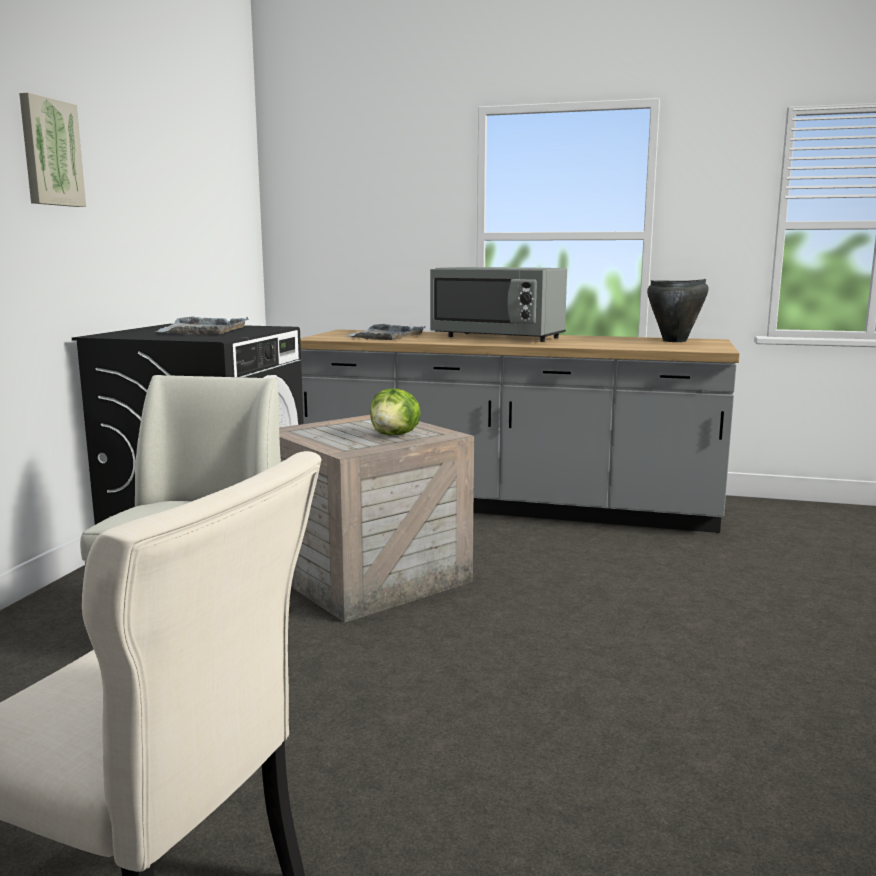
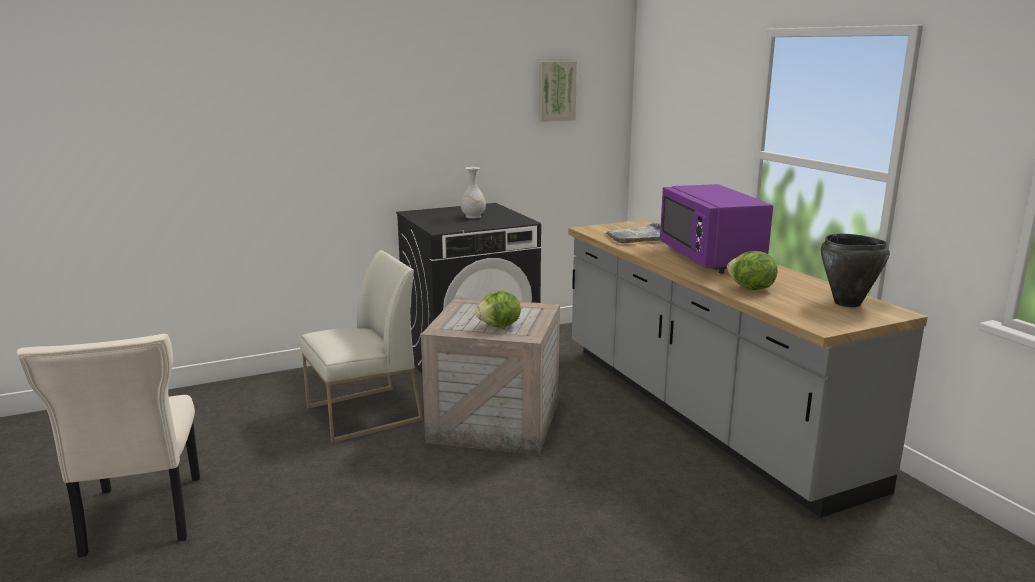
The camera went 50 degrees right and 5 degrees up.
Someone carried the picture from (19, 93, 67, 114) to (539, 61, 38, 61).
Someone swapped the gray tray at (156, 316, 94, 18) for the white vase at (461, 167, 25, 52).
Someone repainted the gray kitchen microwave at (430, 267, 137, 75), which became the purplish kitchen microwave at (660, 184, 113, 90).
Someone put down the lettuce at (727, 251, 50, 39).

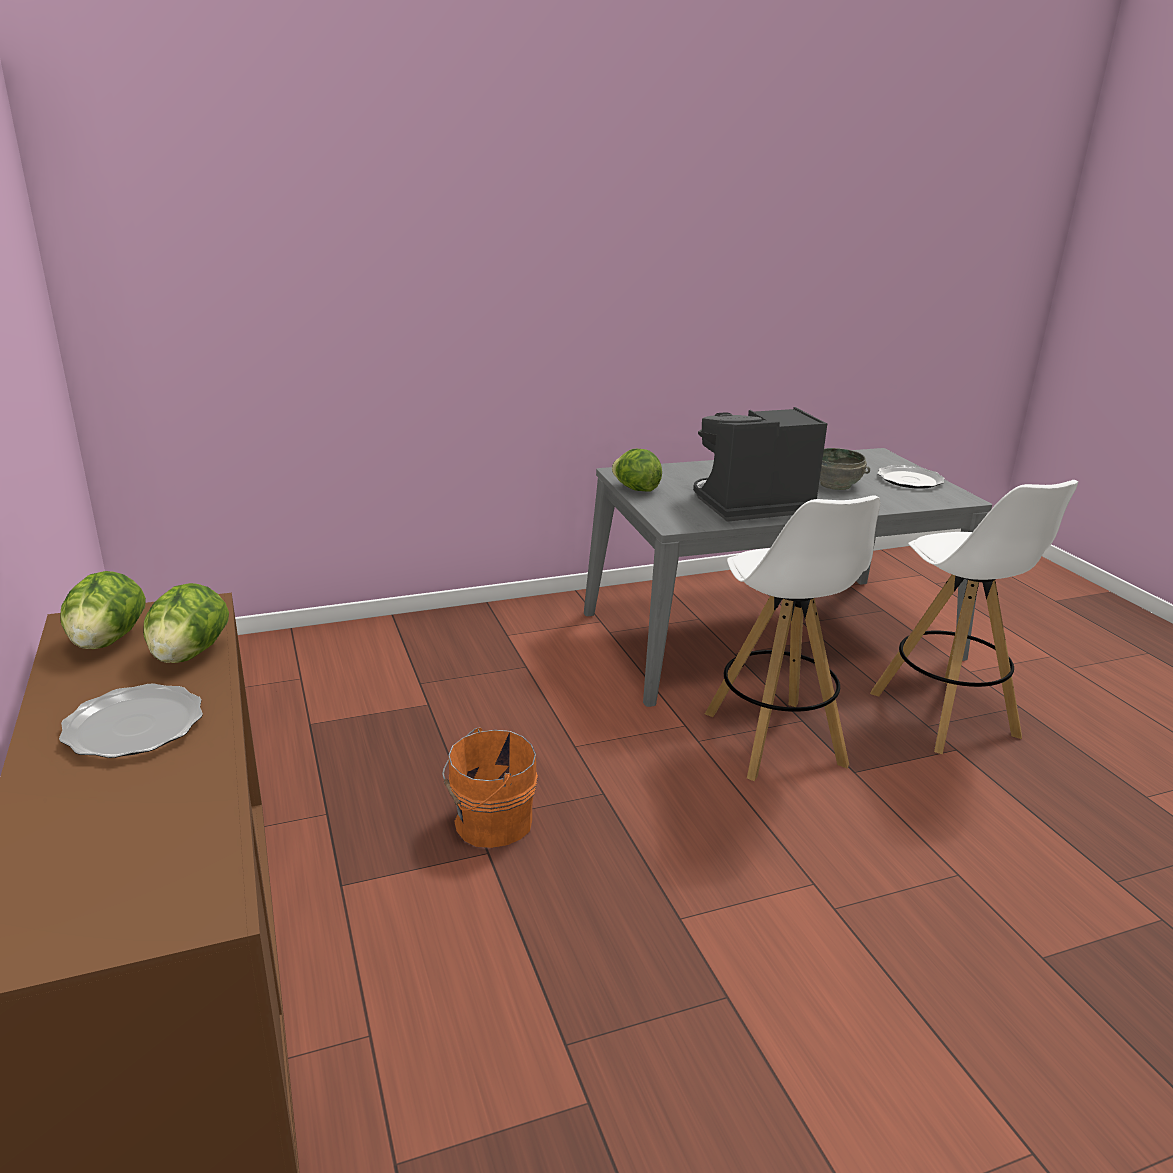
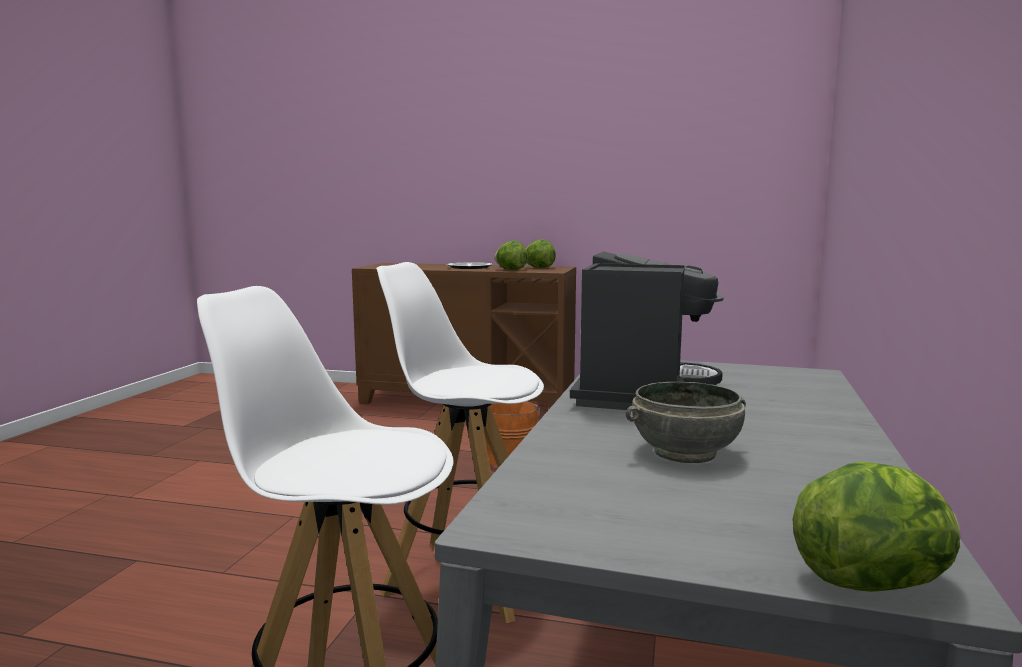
The camera went 125 degrees right and 15 degrees down.
Someone carried the lettuce from (612, 449, 50, 43) to (792, 461, 168, 131).
Someone took away the plate at (877, 465, 68, 24).

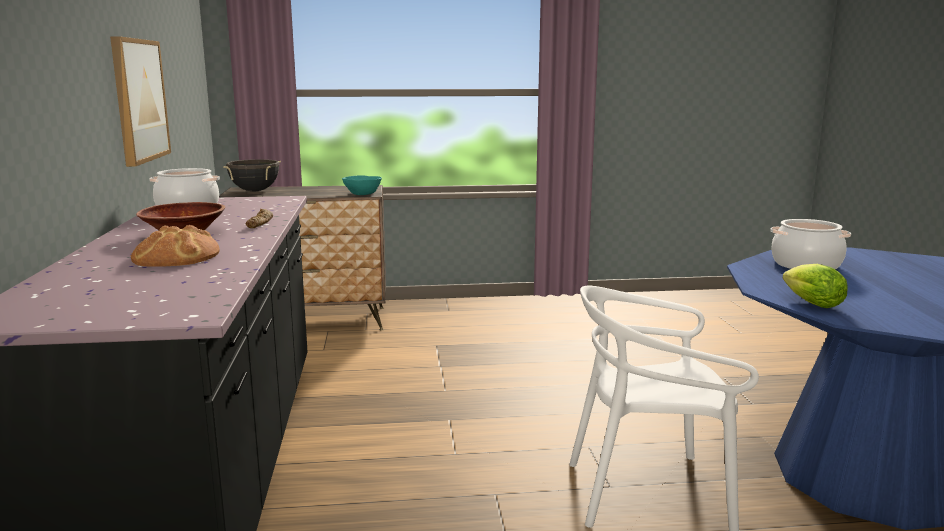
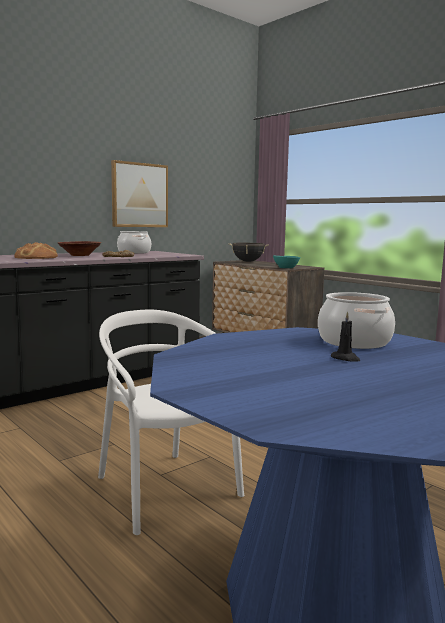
The camera went 55 degrees right and 5 degrees down.
Someone took away the lettuce at (783, 264, 65, 44).
Someone put down the black wax candle at (331, 312, 29, 50).

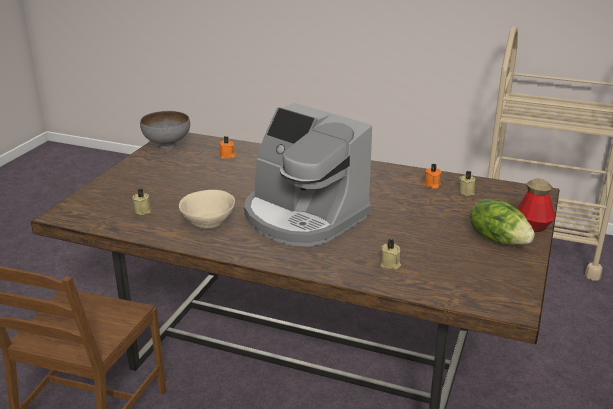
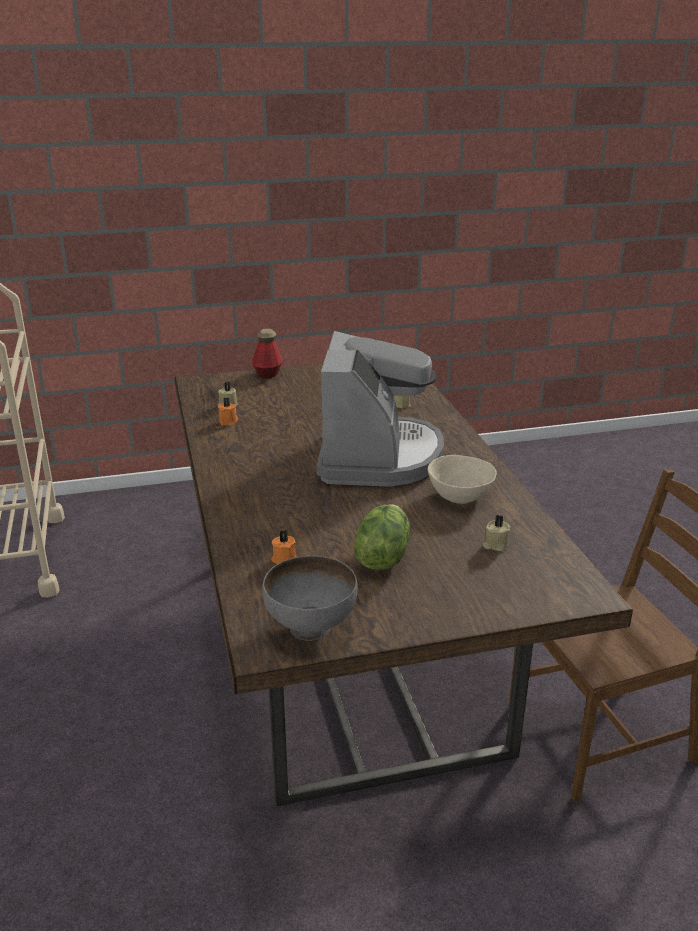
The camera went 125 degrees left and 0 degrees up.
Someone carried the lettuce from (470, 199, 65, 46) to (354, 505, 56, 65).

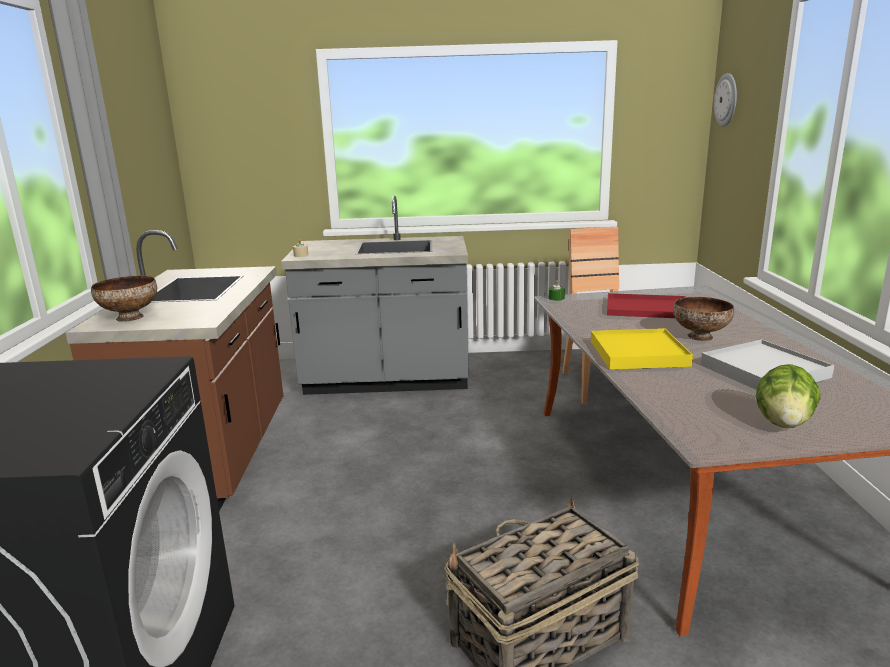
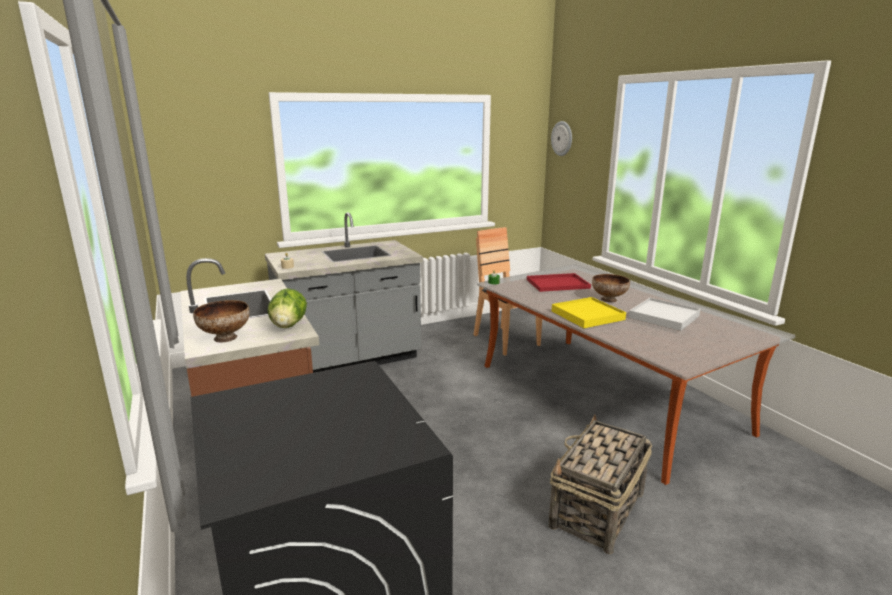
The camera went 25 degrees left and 0 degrees up.
Someone carried the lettuce from (756, 364, 65, 64) to (267, 288, 40, 40).

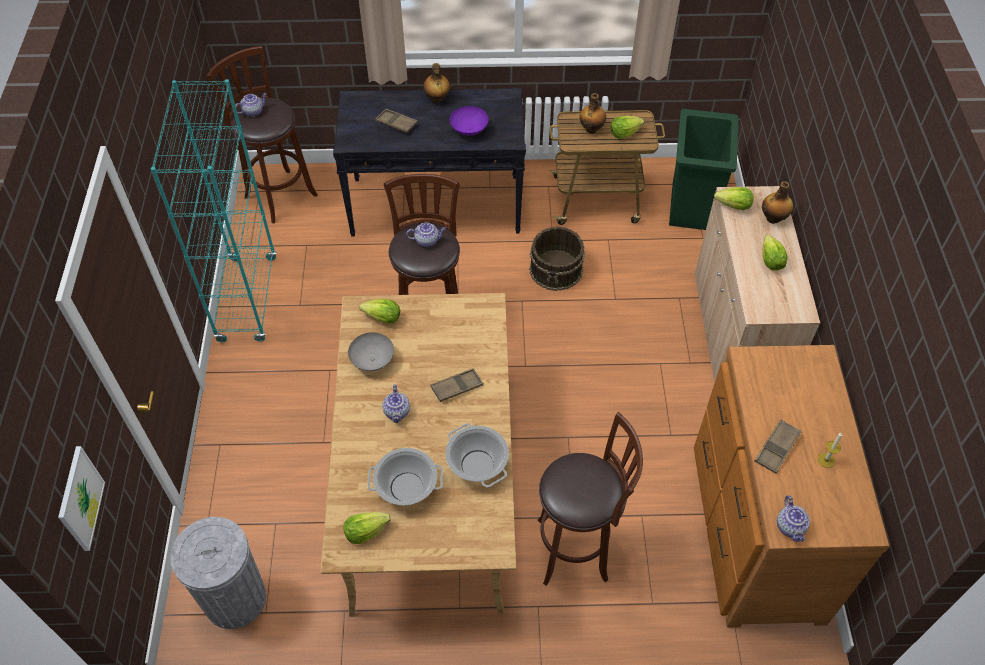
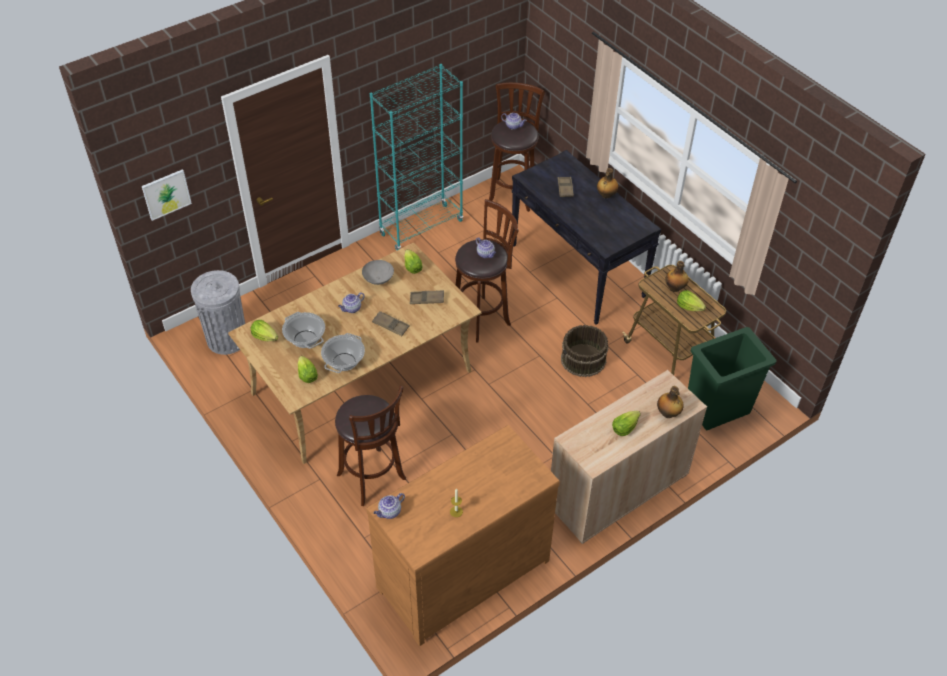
The camera went 55 degrees right and 5 degrees down.
Someone took away the purplish deep dish at (450, 106, 39, 30).
Someone carried the lettuce from (714, 187, 40, 23) to (298, 356, 20, 27).
Someone carried the brownish tray from (755, 419, 47, 55) to (410, 290, 34, 14).

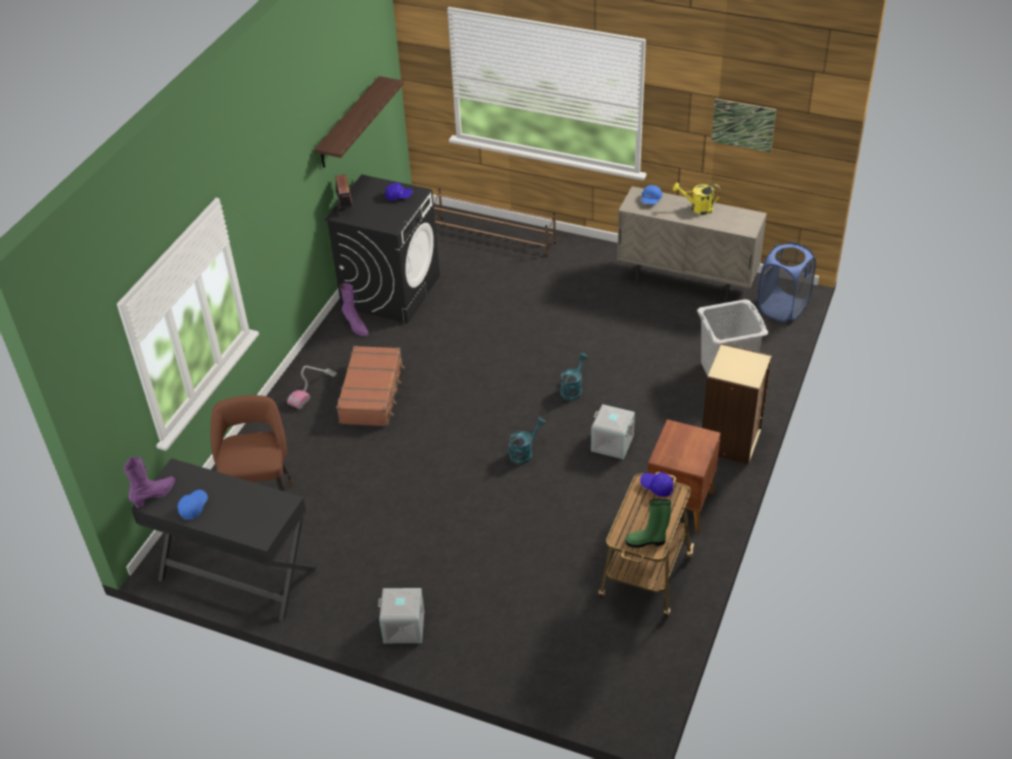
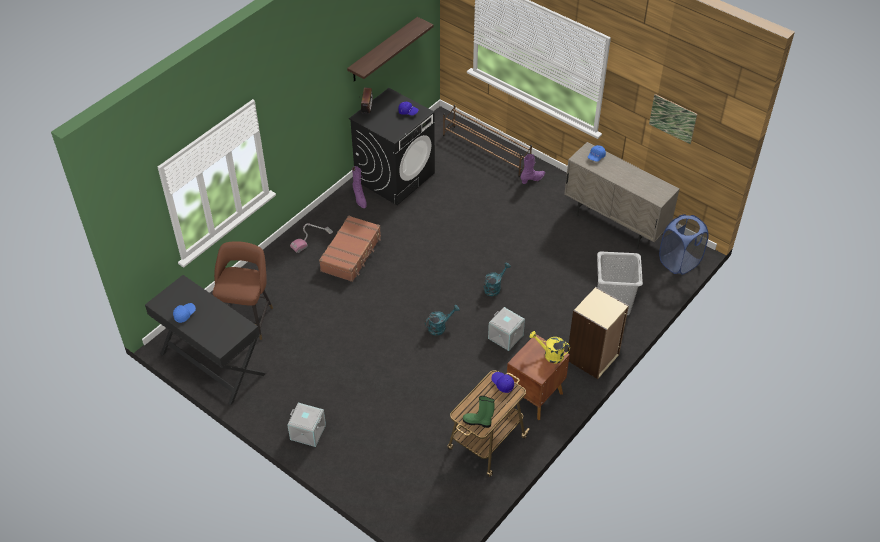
The camera went 15 degrees right and 5 degrees up.
Someone carried the purplish high-top boot from (124, 456, 51, 52) to (520, 154, 25, 30).
Someone carried the yellowish sprinkling can from (673, 183, 48, 32) to (530, 331, 40, 32).

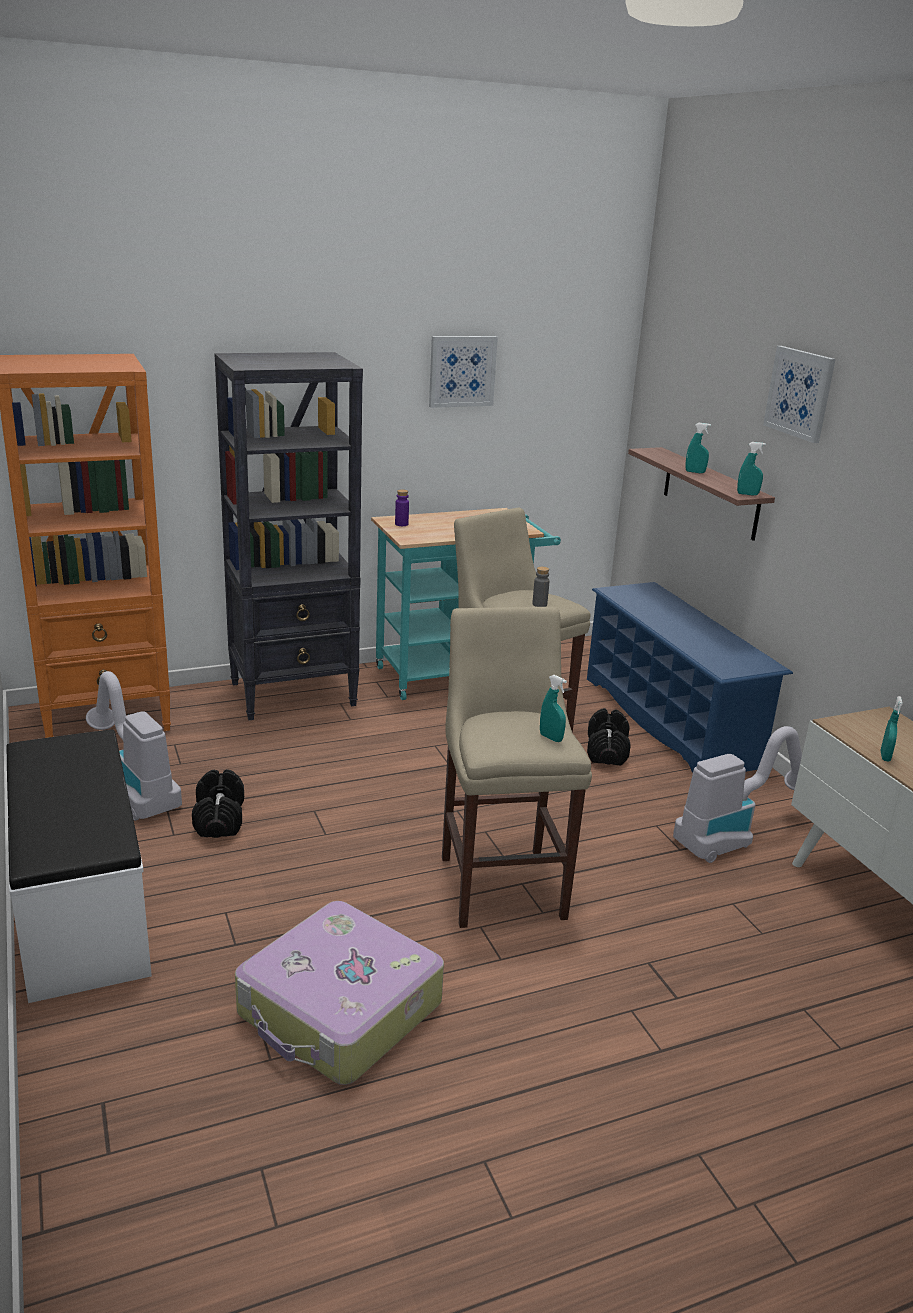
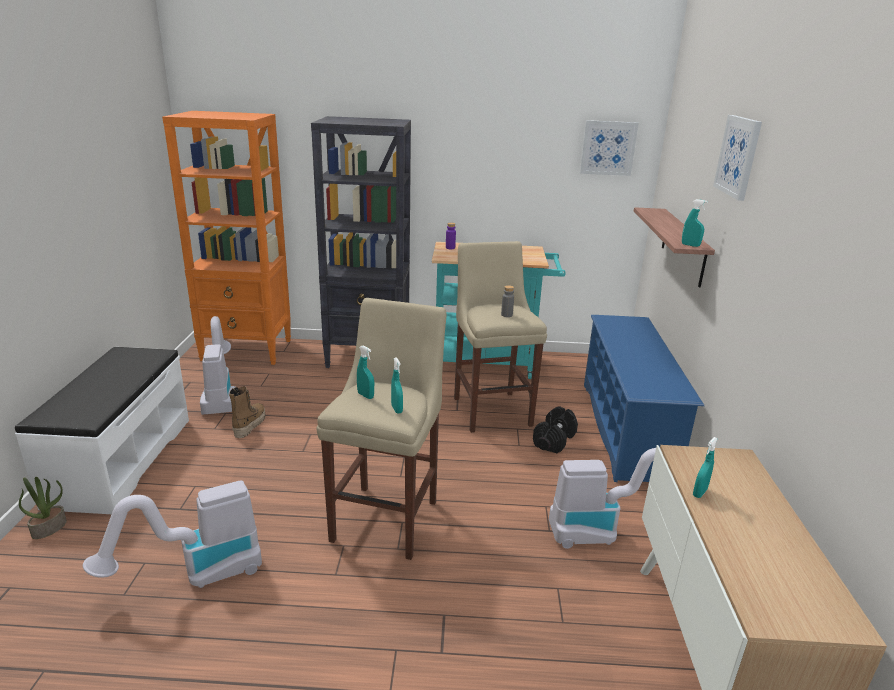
The camera went 25 degrees right and 0 degrees up.
Someone swapped the black hand weight at (192, 769, 52, 69) for the high-top boot at (229, 386, 36, 52).
Someone swapped the travel case at (235, 901, 209, 184) for the hoover at (83, 480, 179, 108).
Someone carried the picture from (429, 336, 69, 72) to (580, 120, 59, 56).
Someone carried the turquoise-coloured sprayer from (686, 423, 25, 50) to (357, 345, 17, 54).
Someone put down the houseplant at (19, 477, 48, 62).

